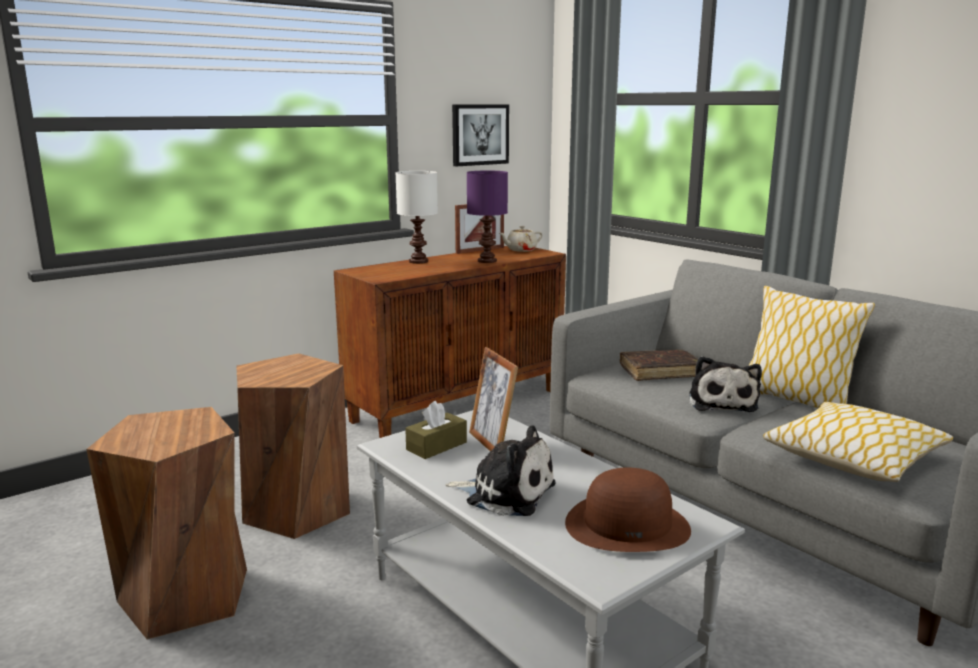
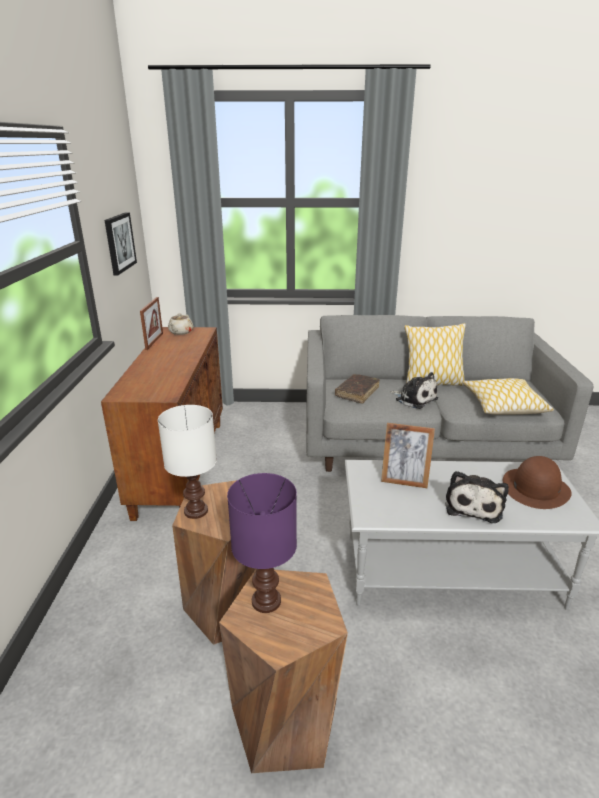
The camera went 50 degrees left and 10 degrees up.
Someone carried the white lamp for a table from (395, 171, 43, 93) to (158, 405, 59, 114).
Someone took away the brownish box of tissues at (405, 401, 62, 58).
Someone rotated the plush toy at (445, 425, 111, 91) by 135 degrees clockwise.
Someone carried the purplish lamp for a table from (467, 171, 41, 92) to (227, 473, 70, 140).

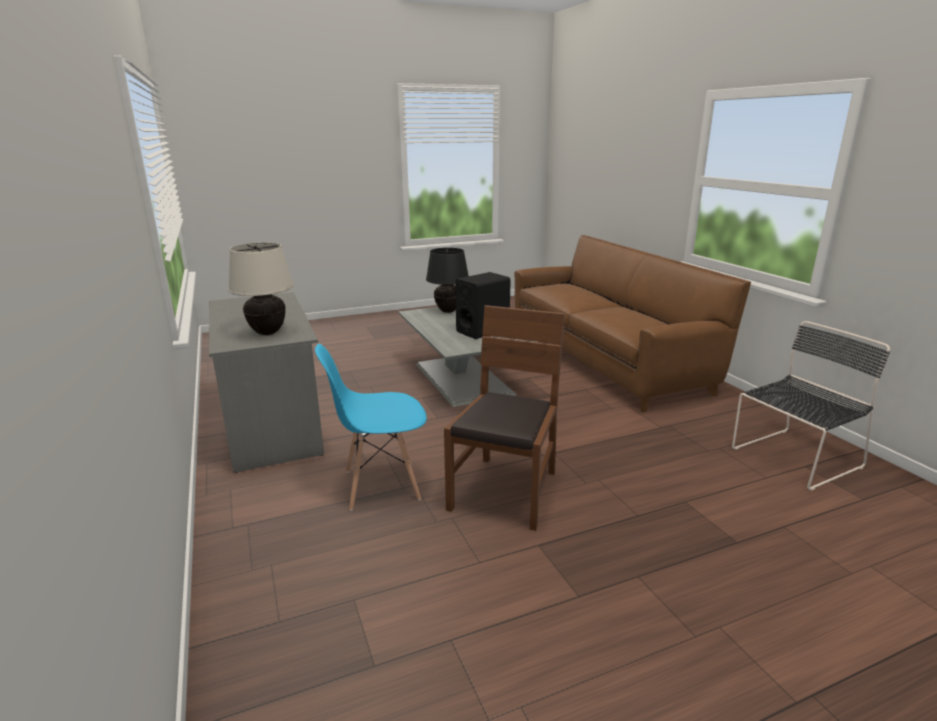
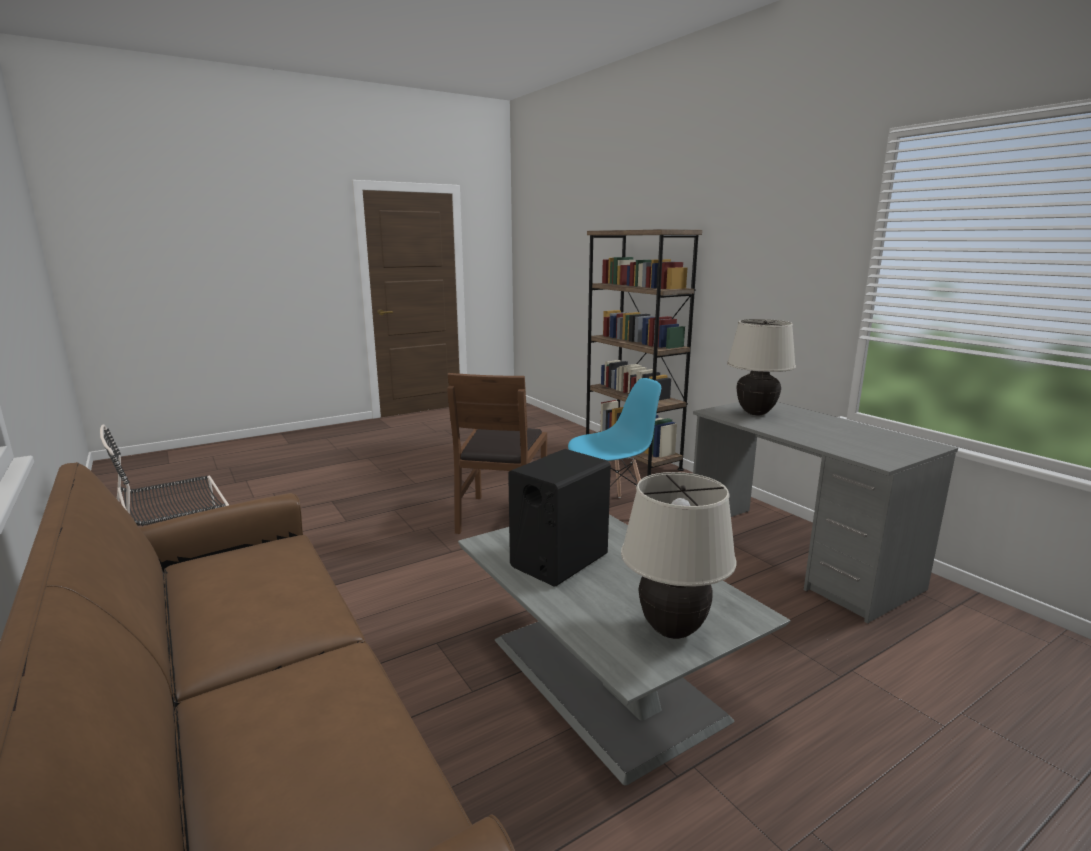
The camera went 170 degrees right and 5 degrees down.
Someone repainted the black lamp for a table at (426, 248, 43, 65), which became the sand-coloured lamp for a table at (621, 472, 116, 167).
Someone put down the brownish bookshelf at (586, 229, 116, 247).

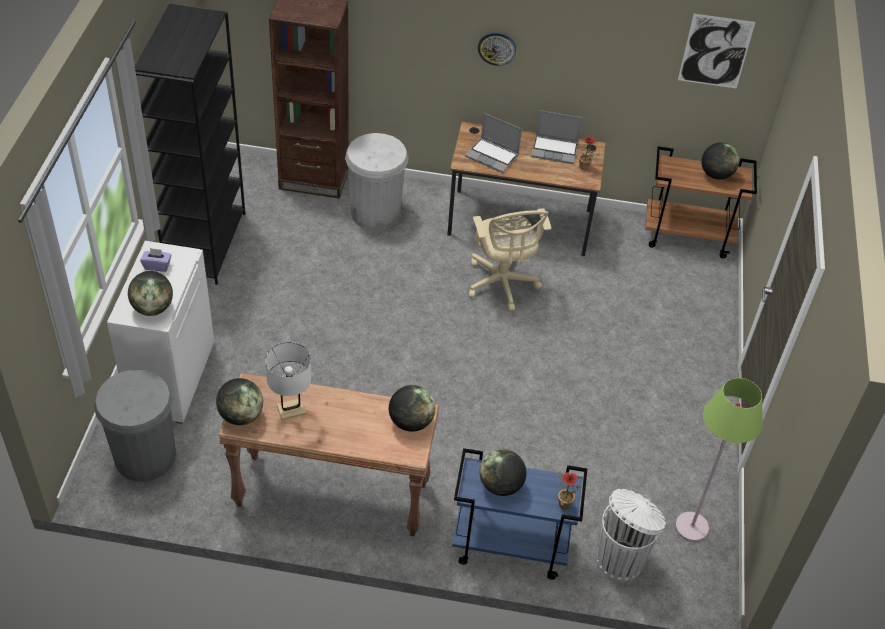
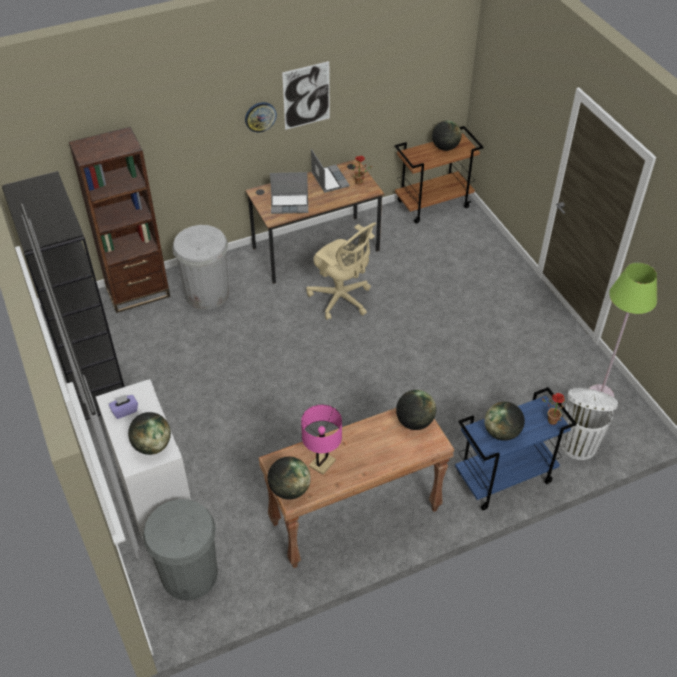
The camera went 30 degrees left and 0 degrees up.
Someone repainted the white lamp for a table at (265, 342, 47, 78), which became the pinkish lamp for a table at (301, 405, 41, 70).
Someone rotated the portable computer at (531, 110, 51, 54) by 90 degrees counterclockwise.
Someone carried the picture from (678, 14, 77, 74) to (282, 61, 48, 69).

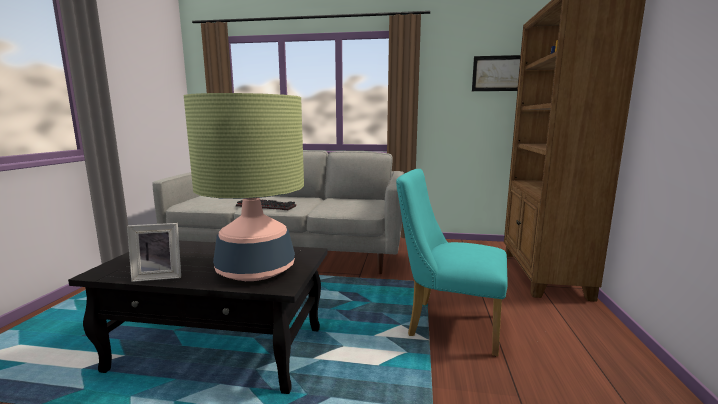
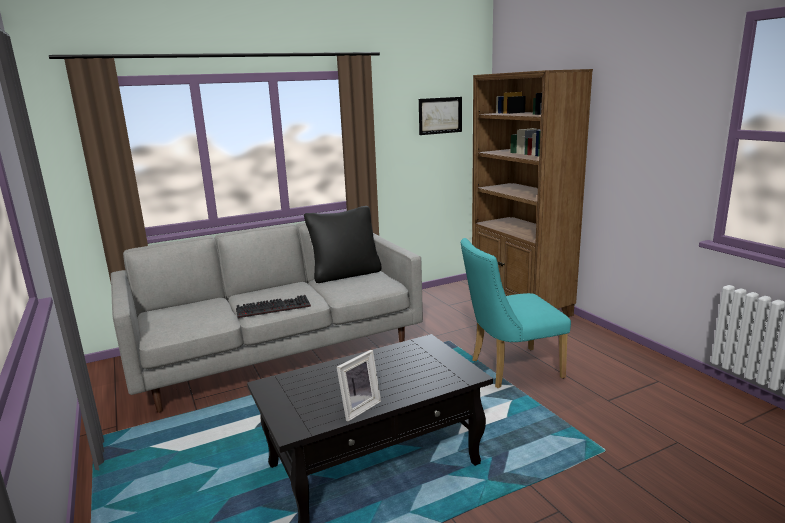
The camera went 35 degrees left and 5 degrees up.
Someone took away the lamp for a table at (184, 93, 120, 188).
Someone put down the black throw pillow at (304, 206, 78, 77).

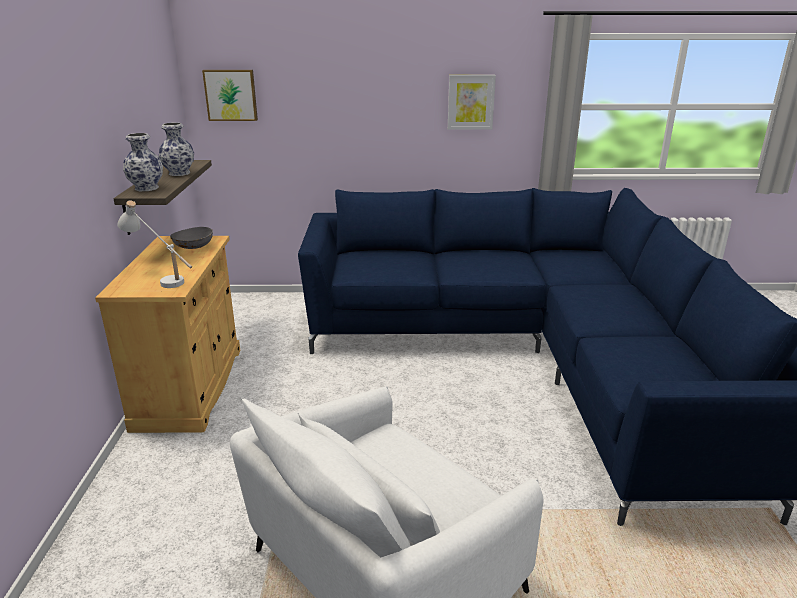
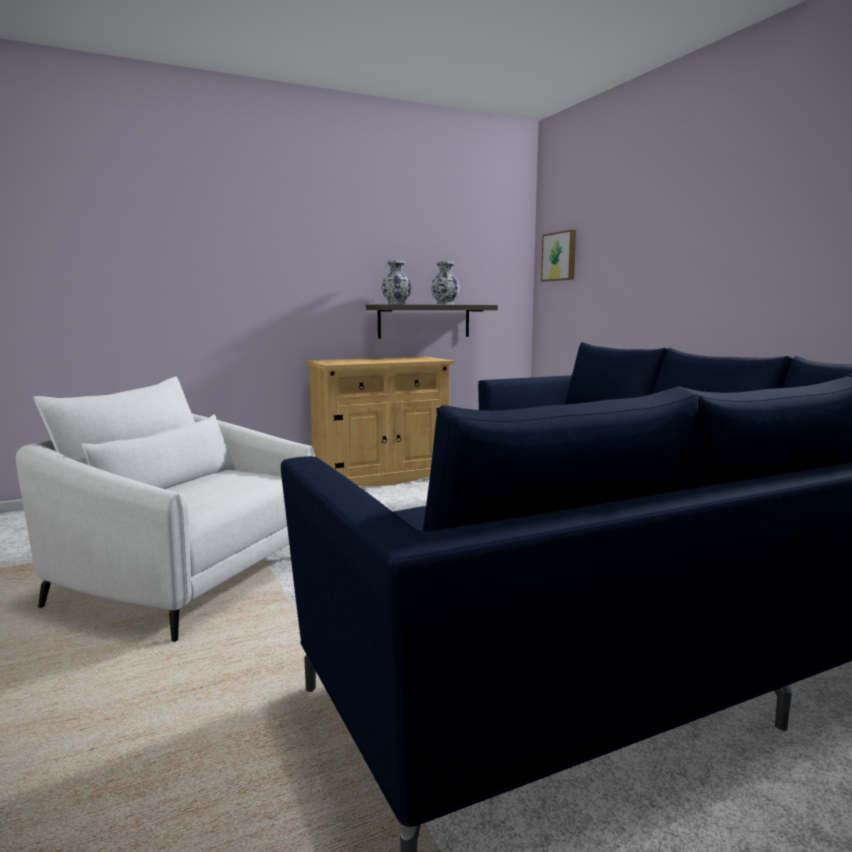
The camera went 65 degrees right and 15 degrees down.
Someone took away the white lamp for a table at (117, 201, 75, 87).
Someone took away the gray deep dish at (170, 227, 43, 22).
Someone took away the picture at (448, 75, 48, 55).

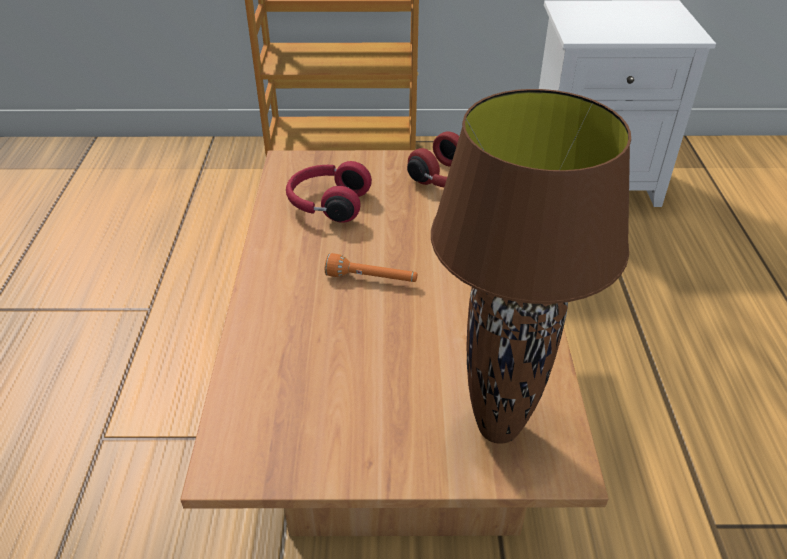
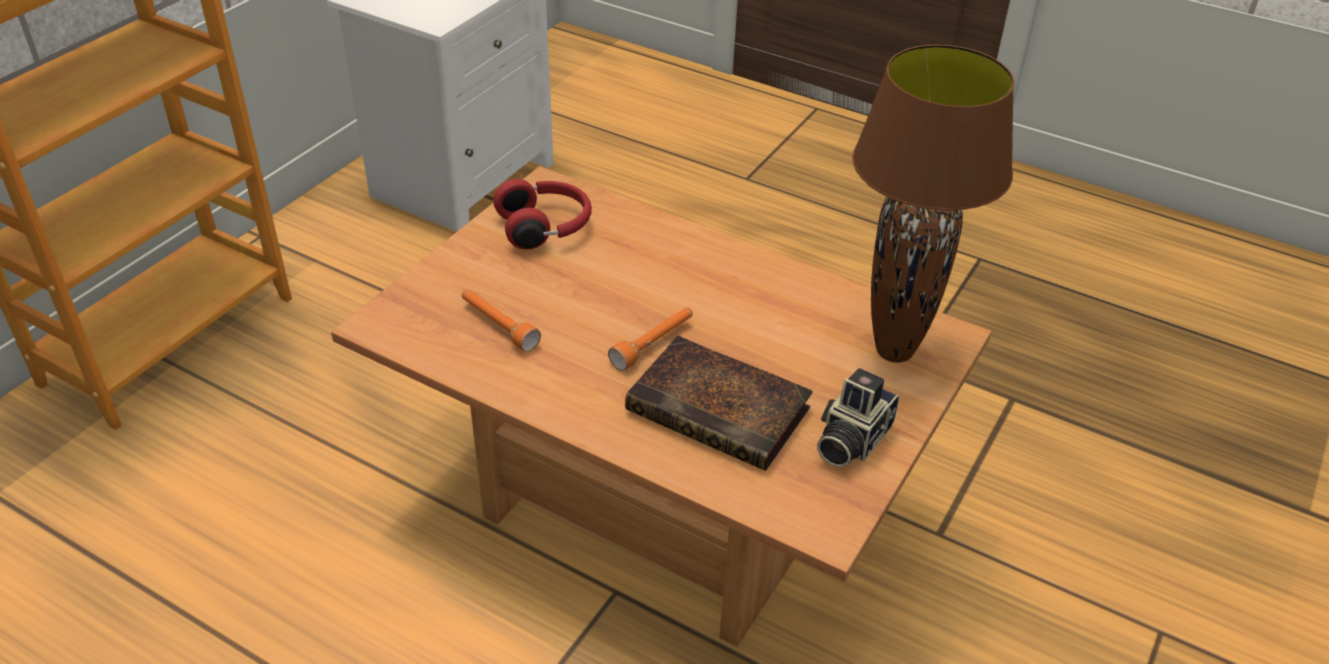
The camera went 60 degrees left and 0 degrees up.
Someone swapped the red-coloured headphones at (286, 161, 86, 62) for the orange flashlight at (461, 289, 80, 63).
Someone put down the volume at (625, 336, 188, 135).
Someone put down the still camera at (817, 368, 82, 100).

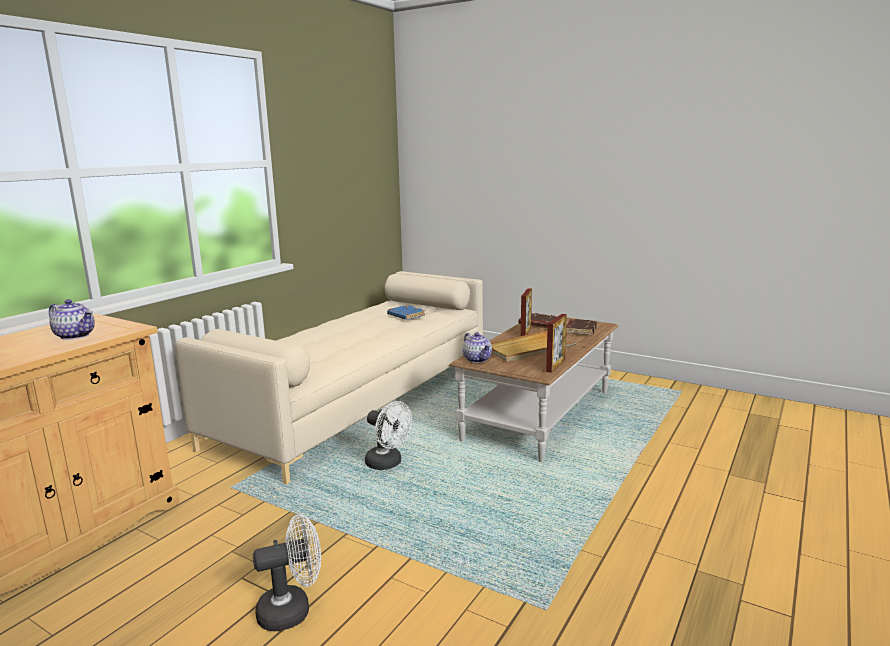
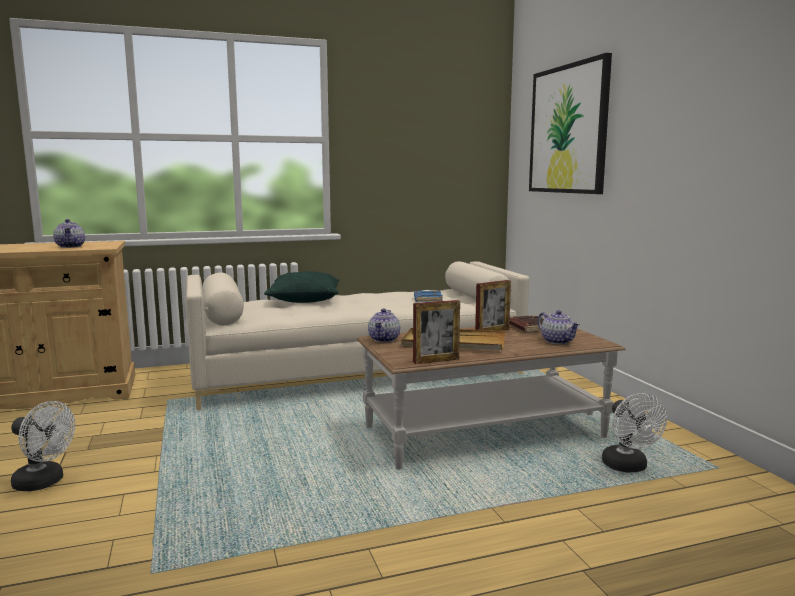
The camera went 40 degrees right and 5 degrees down.
Someone carried the white electric fan from (365, 401, 47, 69) to (602, 393, 65, 80).
Someone swapped the brownish volume at (566, 319, 31, 16) for the teapot at (537, 310, 43, 34).
Someone put down the green-coloured throw pillow at (264, 271, 76, 32).
Someone put up the picture at (529, 53, 83, 141).

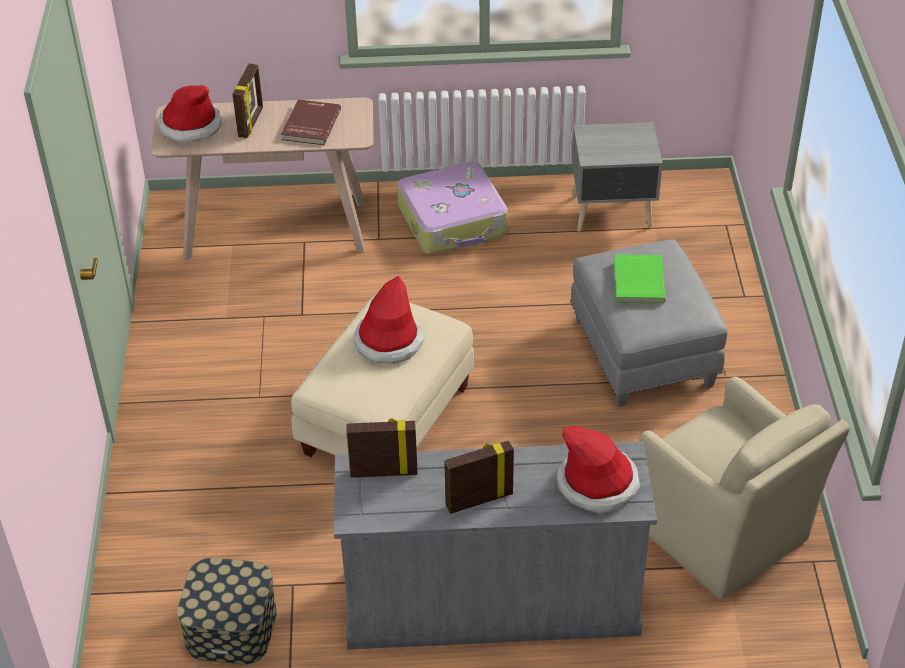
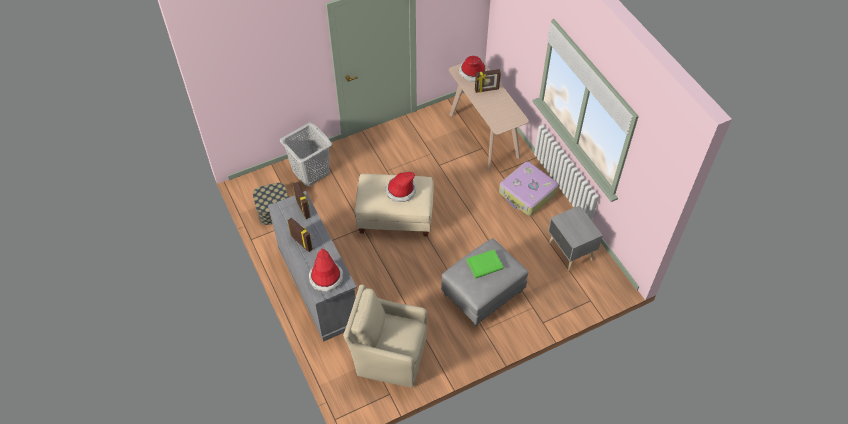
The camera went 65 degrees right and 10 degrees up.
Someone took away the red-coloured volume at (281, 99, 60, 46).
Someone rotated the sand-coloured lounge chair at (639, 377, 211, 222) by 75 degrees clockwise.
Someone put down the gray washing basket at (280, 122, 52, 64).

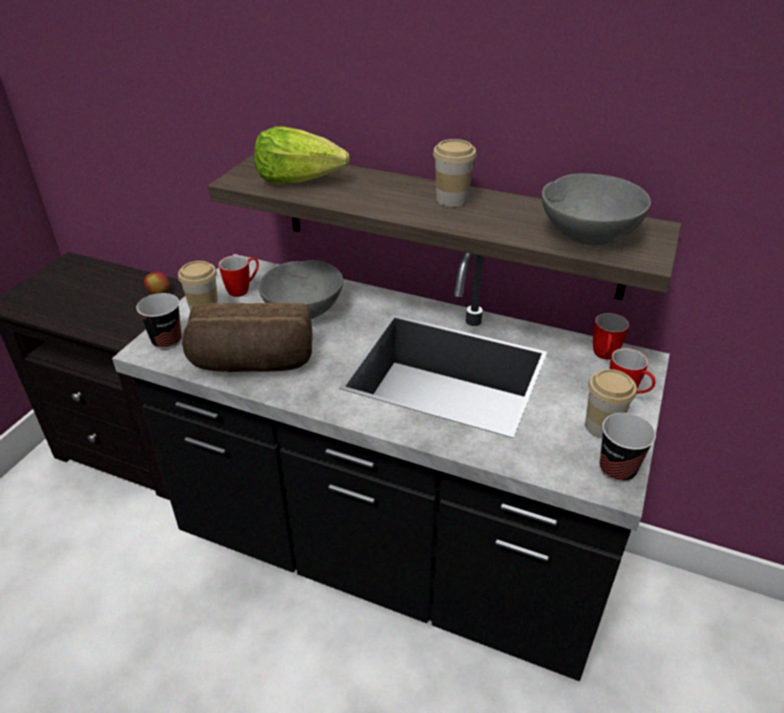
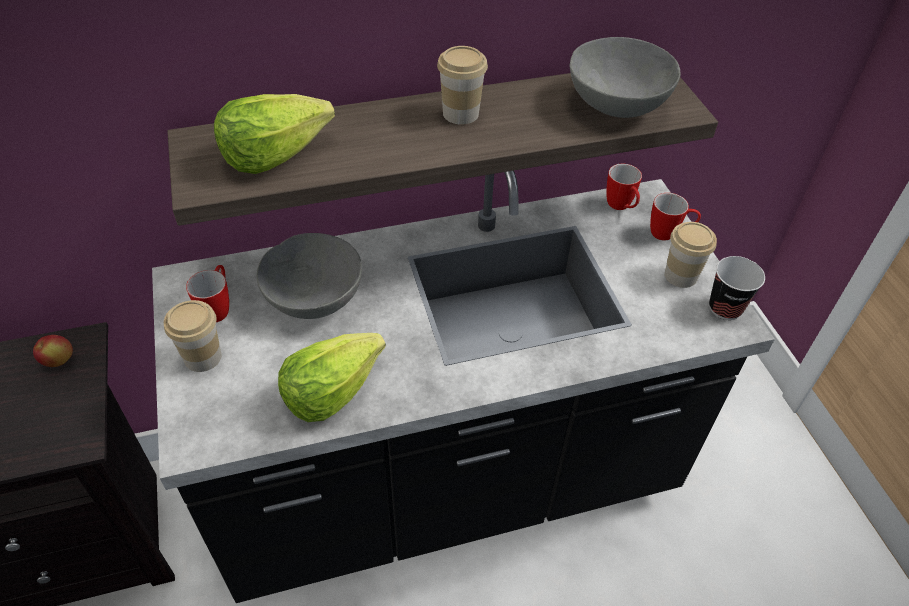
The camera went 40 degrees left and 10 degrees up.
Someone took away the small cup at (136, 293, 46, 56).
Someone swapped the bakery bread at (182, 303, 131, 69) for the lettuce at (278, 333, 108, 89).

